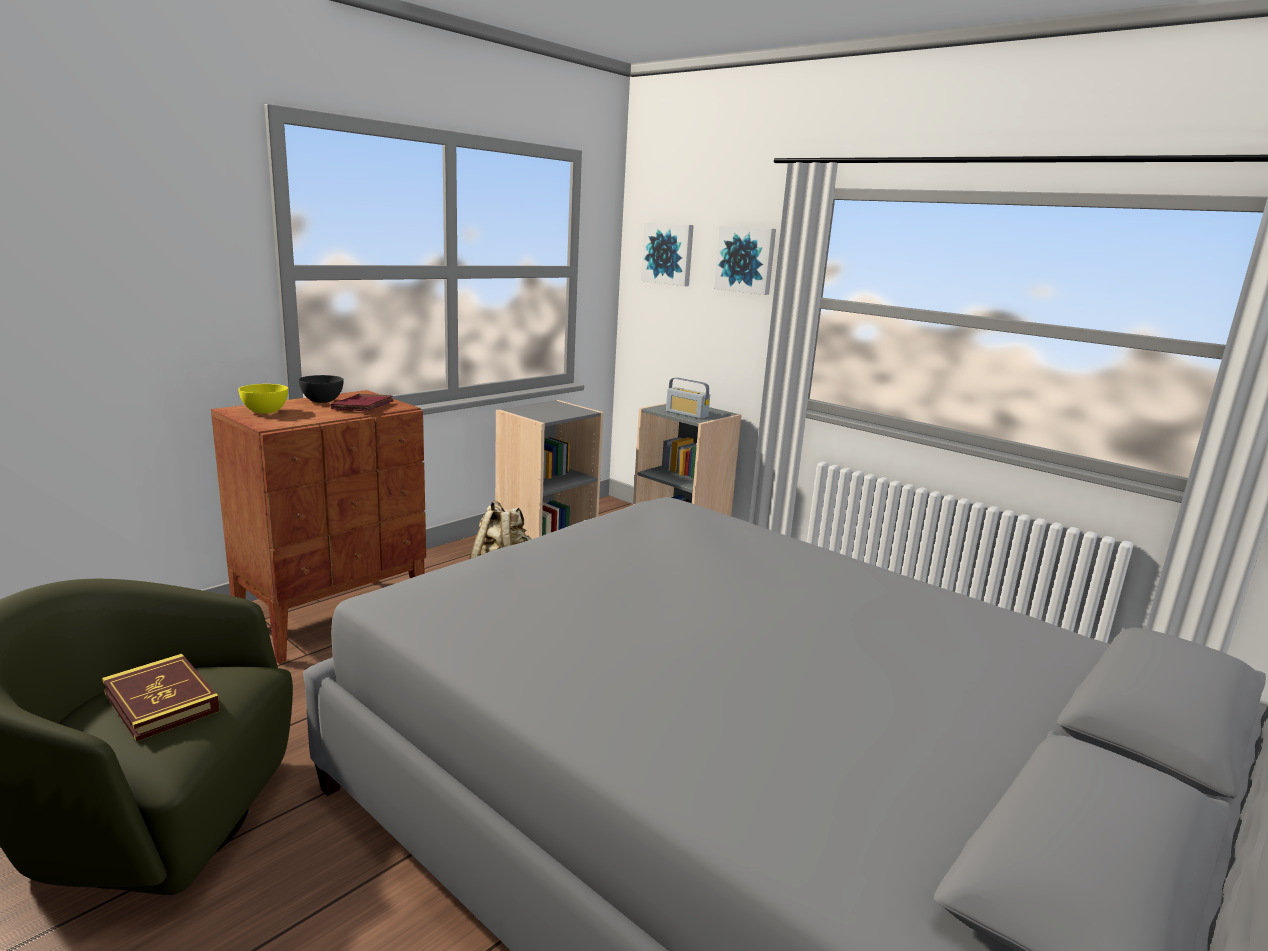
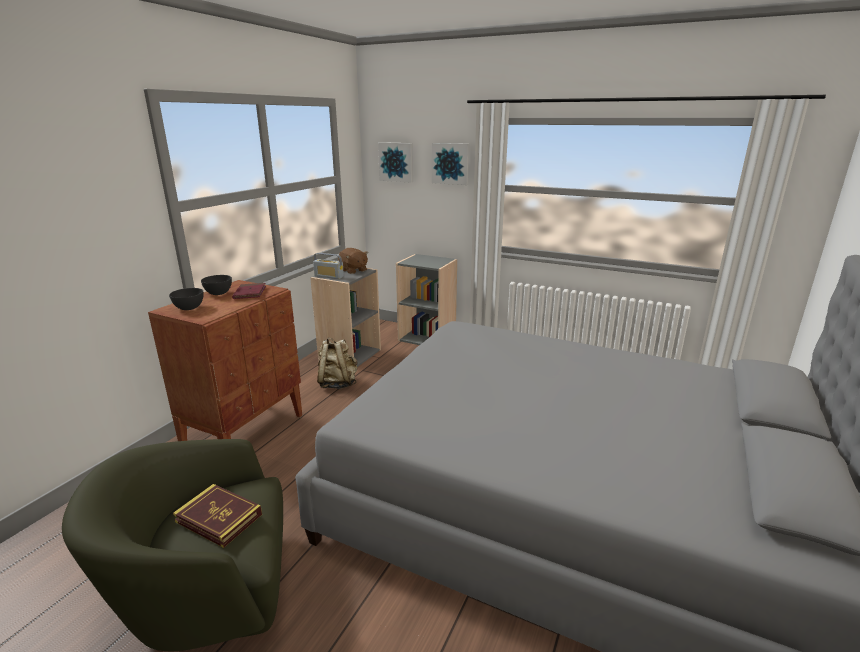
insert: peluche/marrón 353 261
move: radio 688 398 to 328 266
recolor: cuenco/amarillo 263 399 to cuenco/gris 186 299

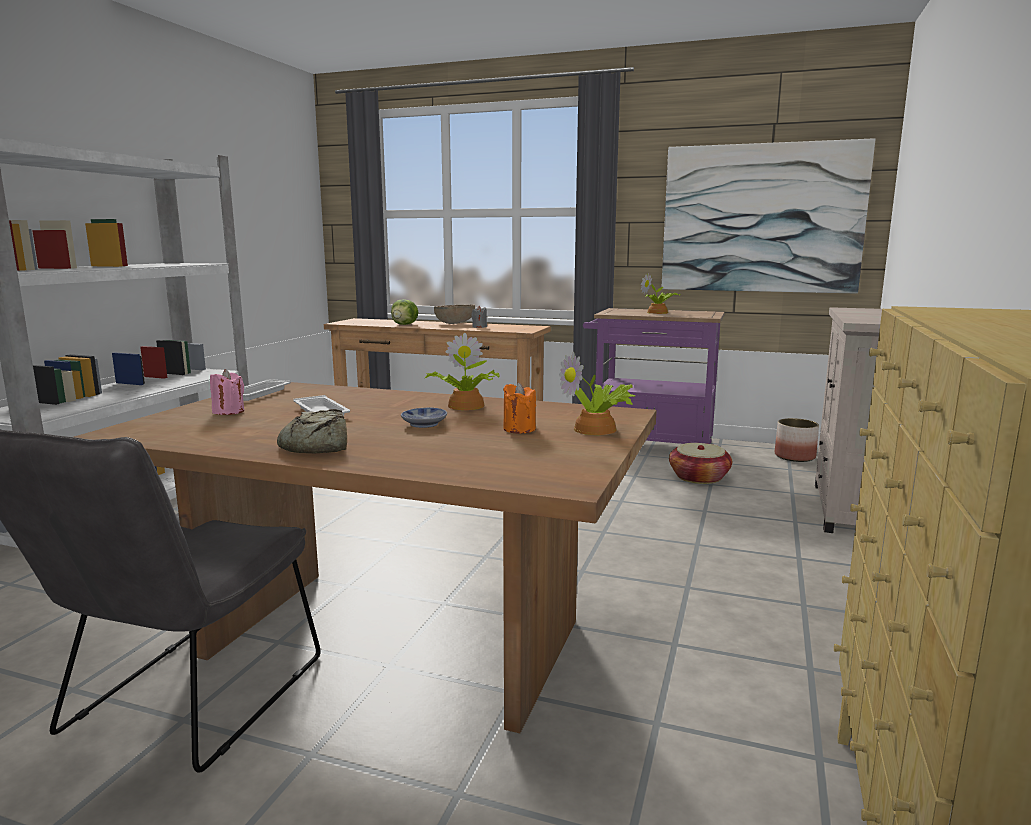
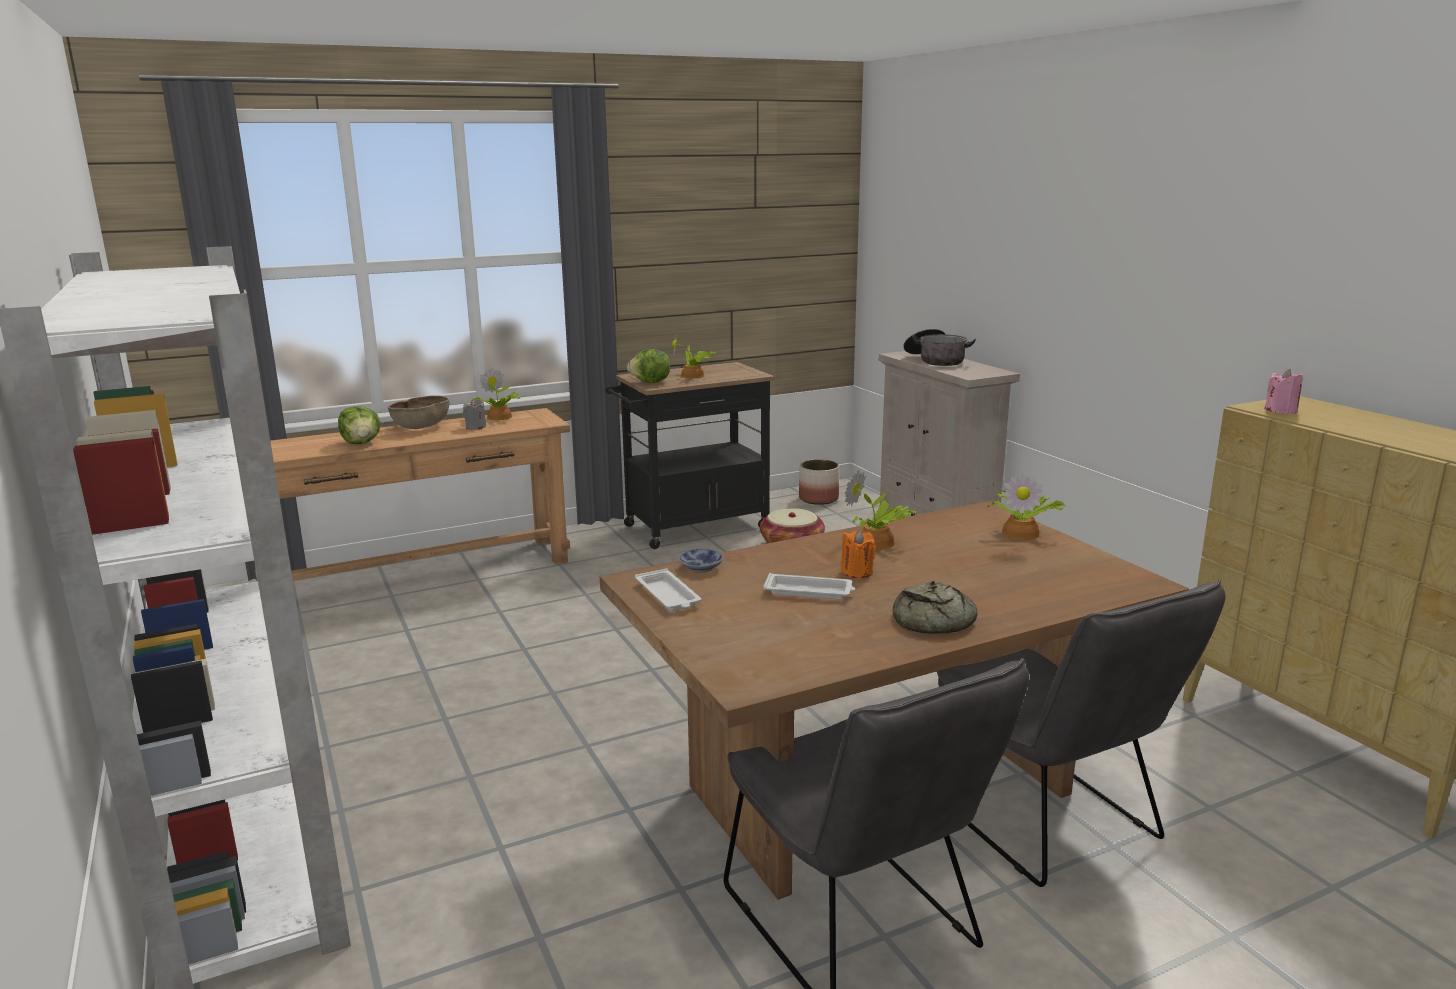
delete: cuadro 768 216
insert: planta en maceta 497 394; lechuga 648 366; olla 939 347; silla/gris 1081 733
move: vela/rosa 227 392 to 1283 391; cuenco 424 418 to 701 560; vela/naranja 519 408 to 858 554
recolor: carrito/morado 654 376 to carrito/negro 689 455

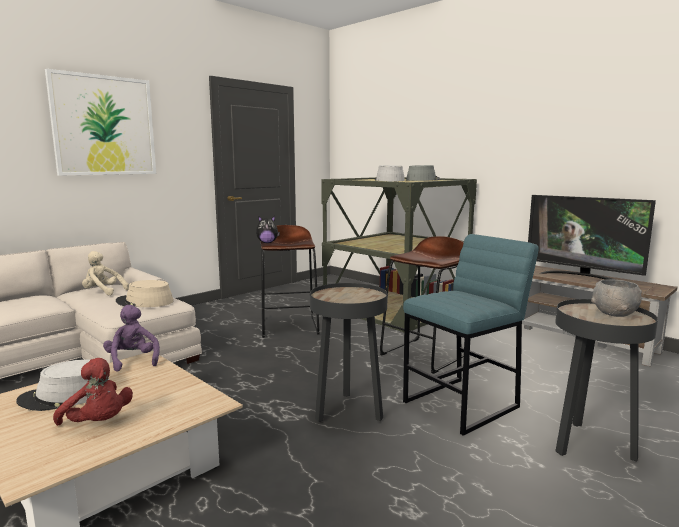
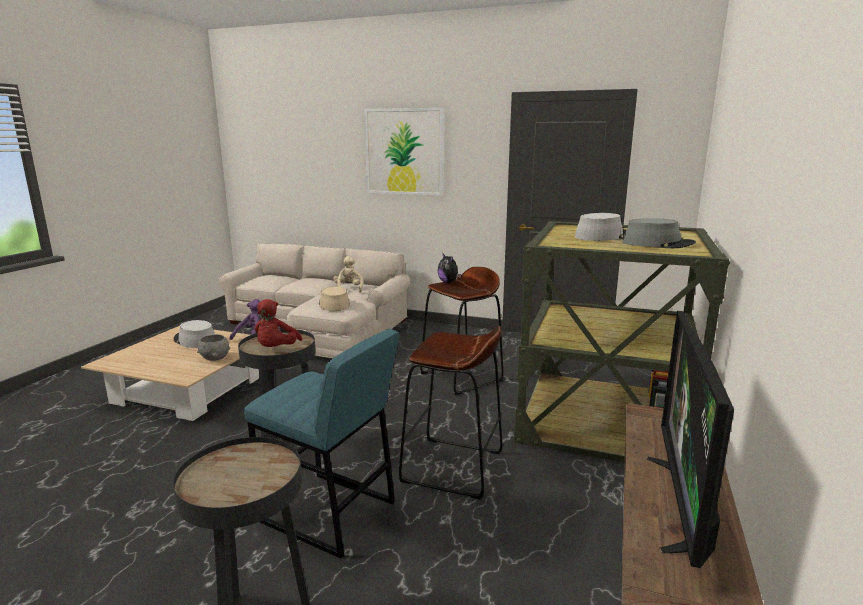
move: peluche/rojo 93 392 to 278 323; cuenco/gris 616 298 to 213 347

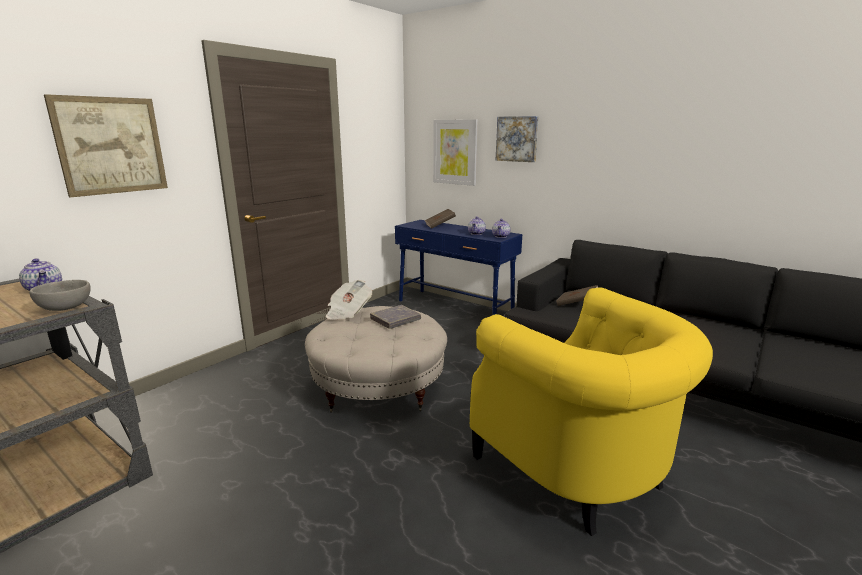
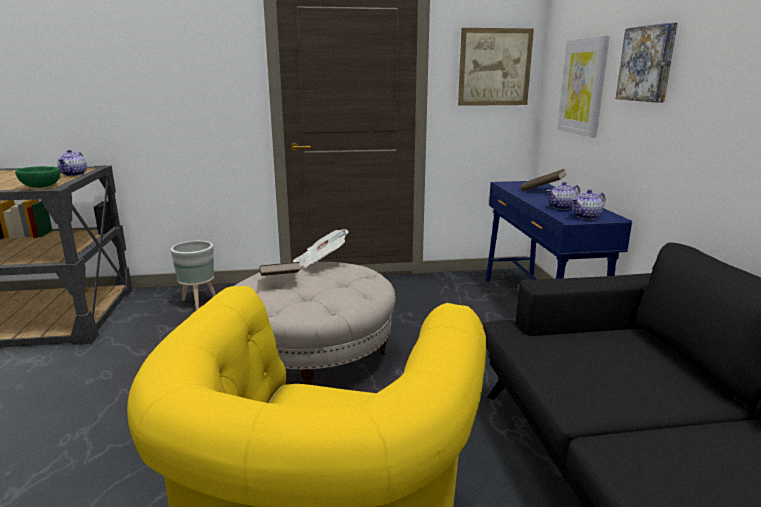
delete: libro/gris 395 317
insert: maceta/gris 193 275
move: cuadro 106 145 to 496 67; libro/marrón 577 295 to 280 269
recolor: cuenco/gris 60 295 to cuenco/verde 38 177

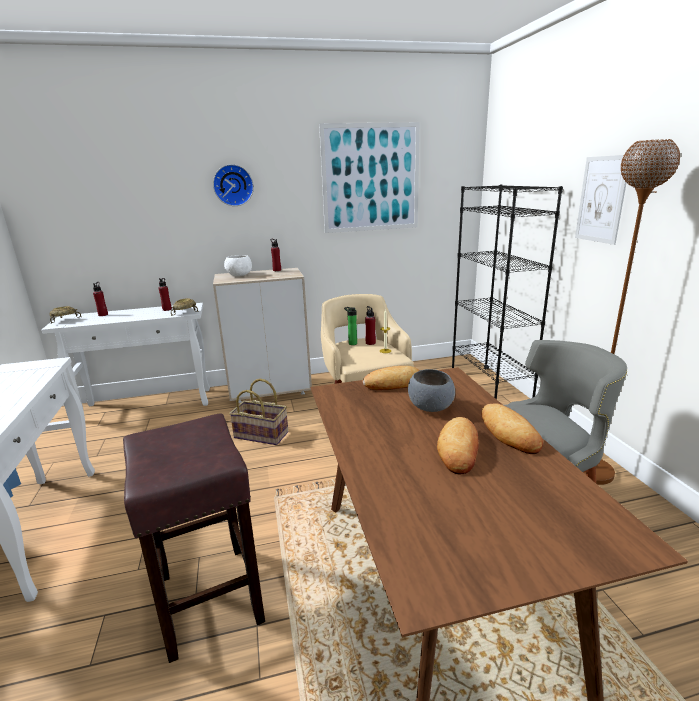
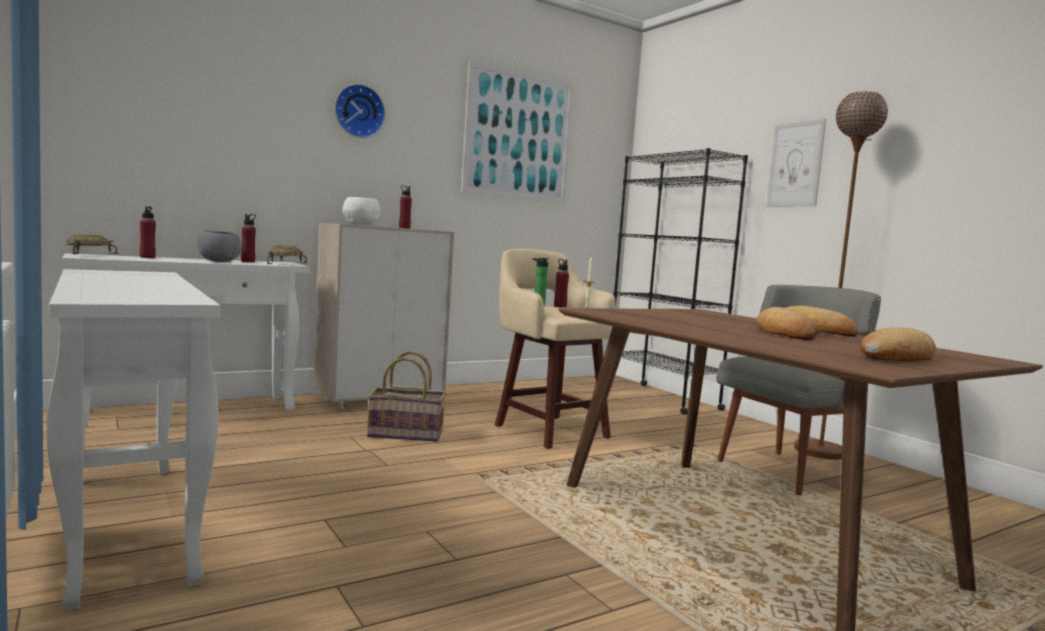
delete: taburete/marrón 194 538
move: pan 391 378 to 898 344; cuenco/gris 431 390 to 219 246

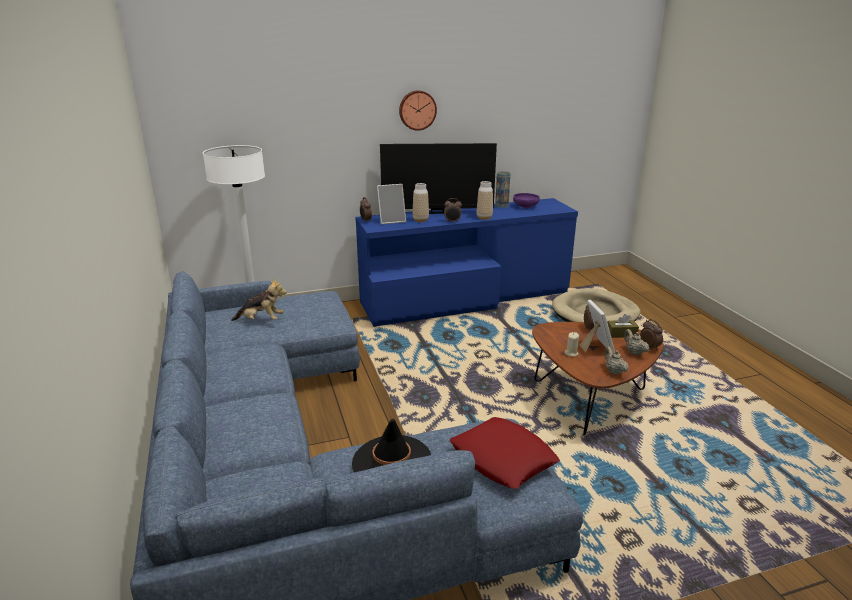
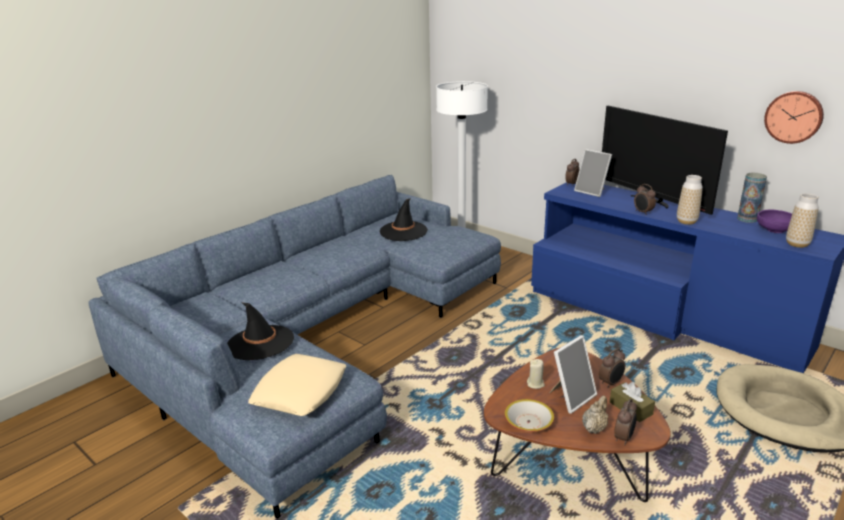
move: reloj de pared 418 111 to 794 117; florero 421 202 to 802 220
replace: peluche 259 299 to sombrero/negro 404 219; tetera/beis 616 360 to cuenco 529 415
recolor: cojín/rojo 505 453 to cojín/beis 297 385

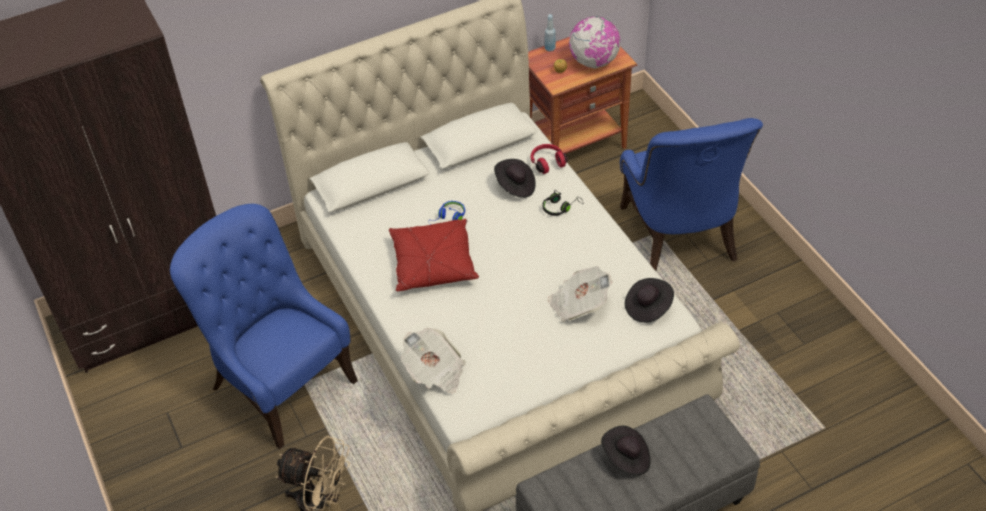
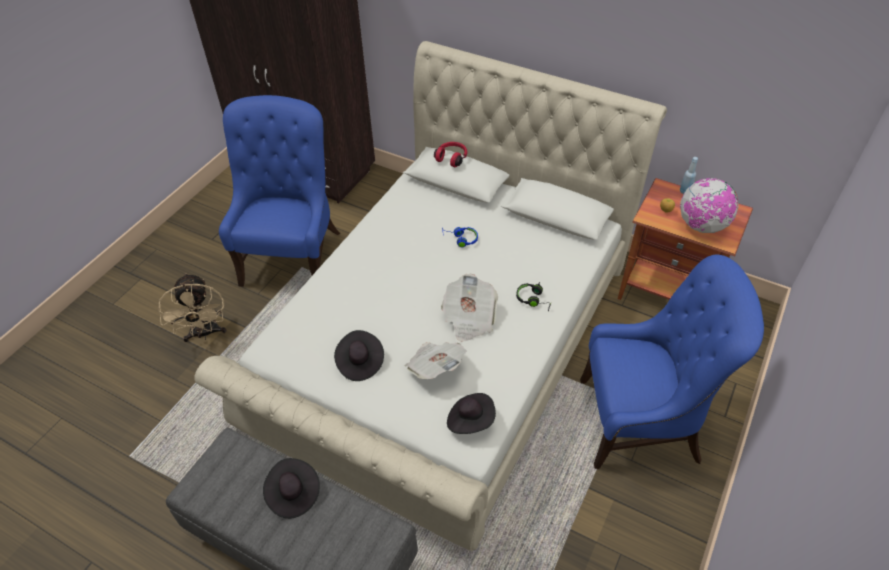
delete: cojín/rojo 434 255
move: periódico 433 360 to 469 308; sombrero/negro 515 178 to 359 355; auriculares/rojo 549 159 to 450 154
rotate: silla/azul 691 194 = 672 362 135 degrees counterclockwise

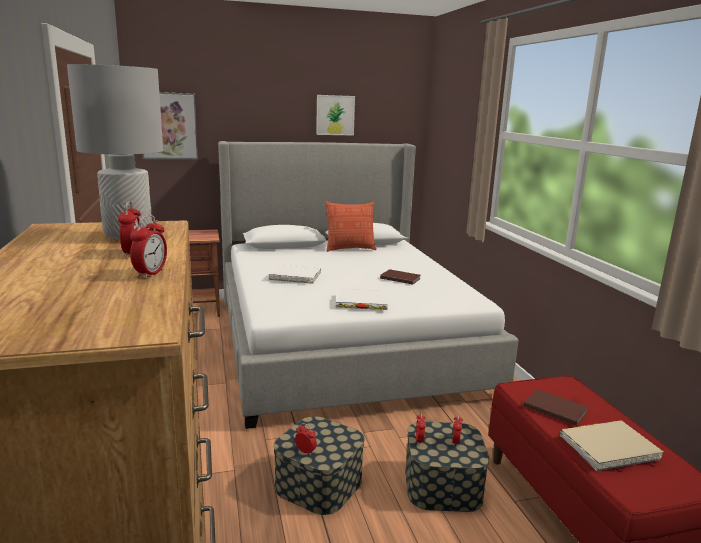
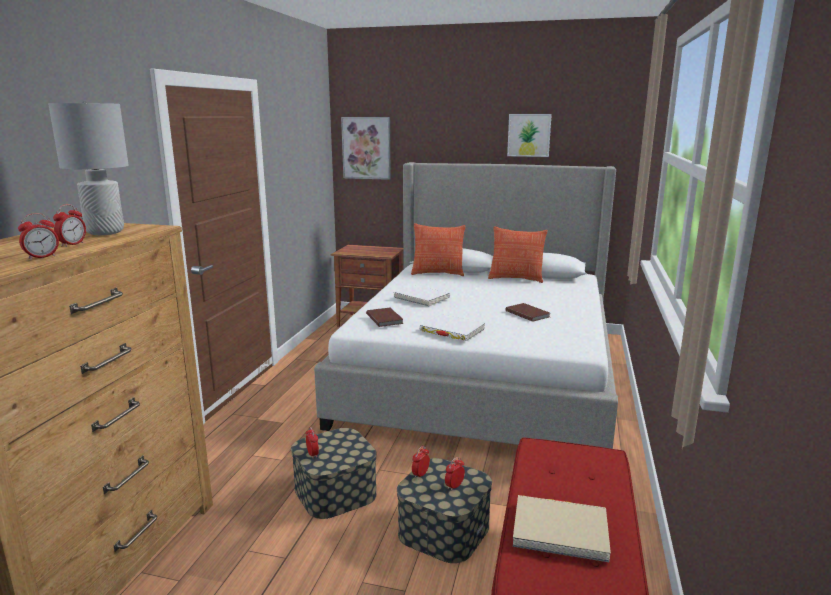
insert: cojín/naranja 438 249
move: libro/marrón 556 407 to 384 317

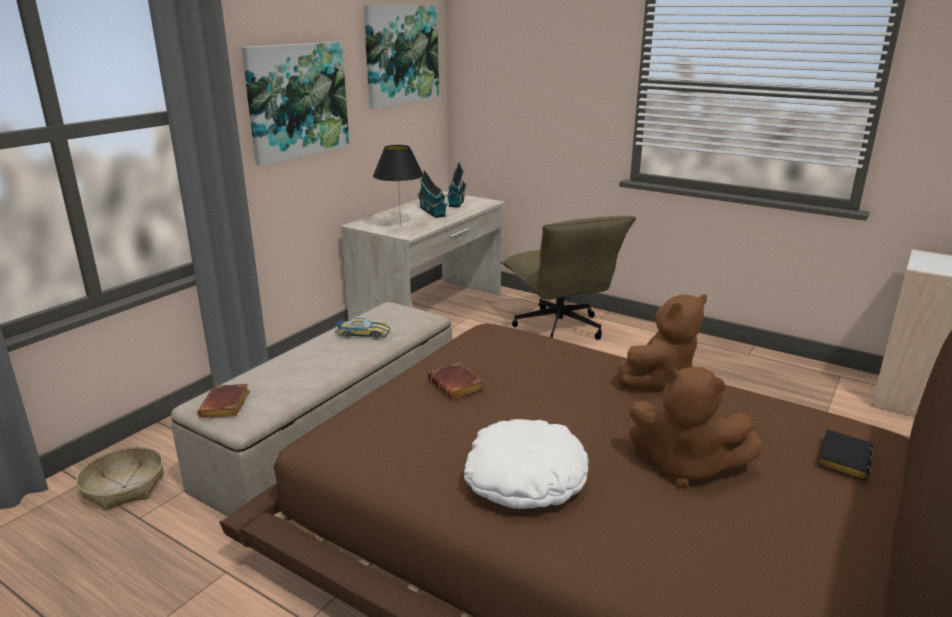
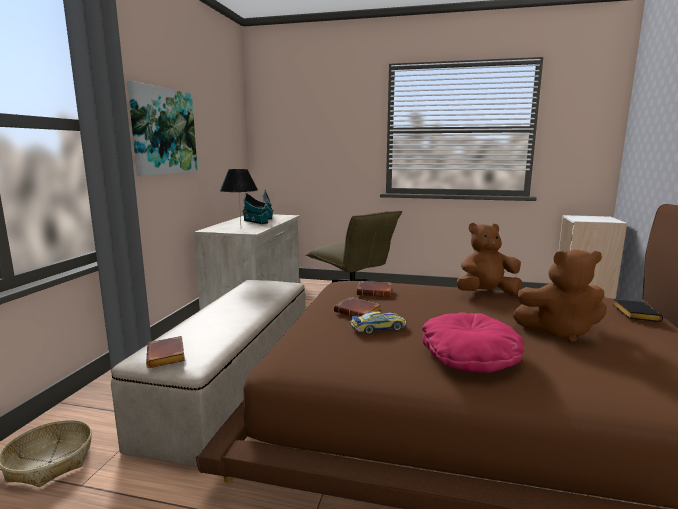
delete: cuadro 401 57
insert: libro/marrón 374 289
move: coche de juguete 362 329 to 378 322
recolor: cojín/blanco 526 464 to cojín/rosa 473 342
rotate: peluche/marrón 662 342 = 489 258 135 degrees counterclockwise

